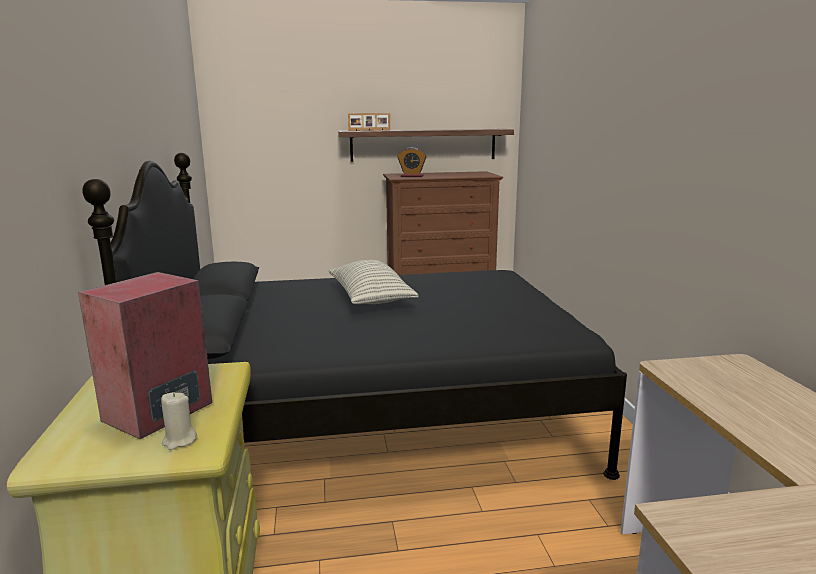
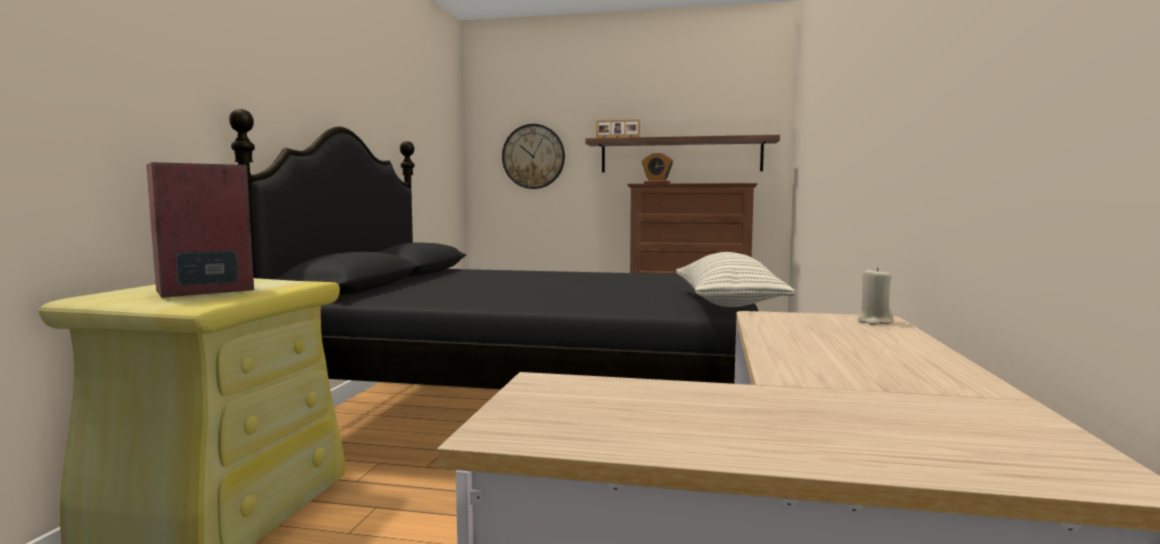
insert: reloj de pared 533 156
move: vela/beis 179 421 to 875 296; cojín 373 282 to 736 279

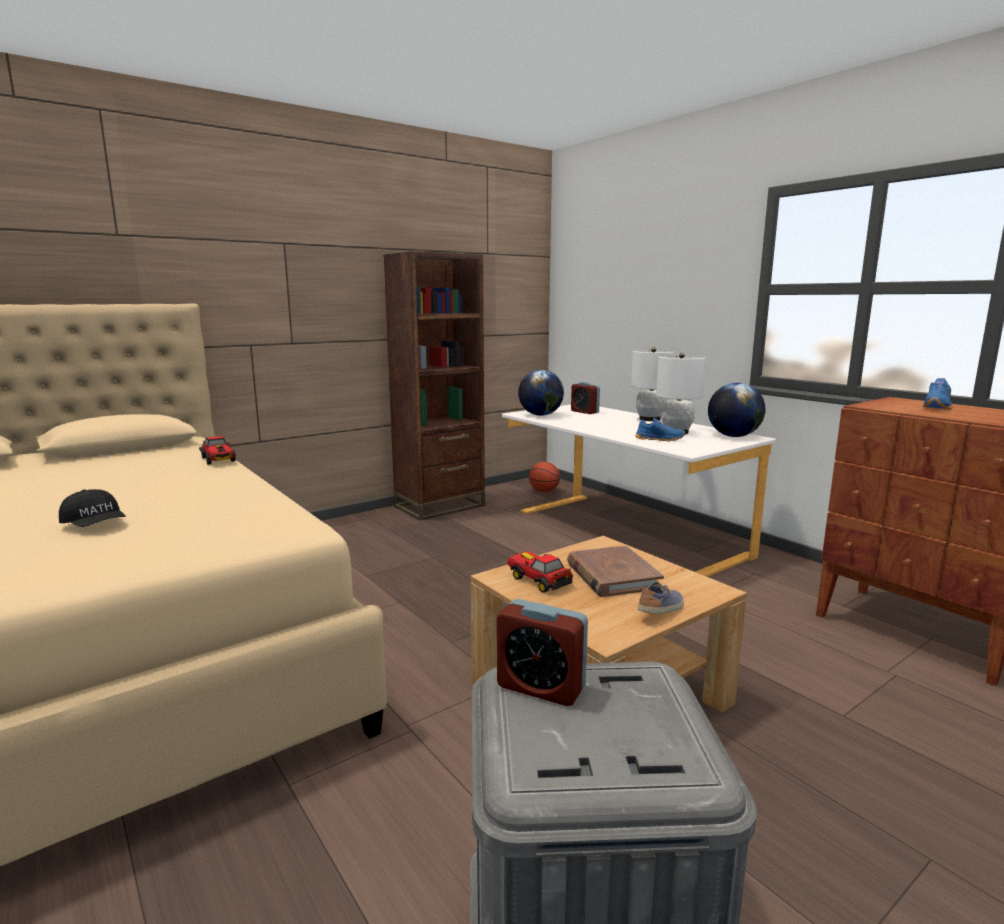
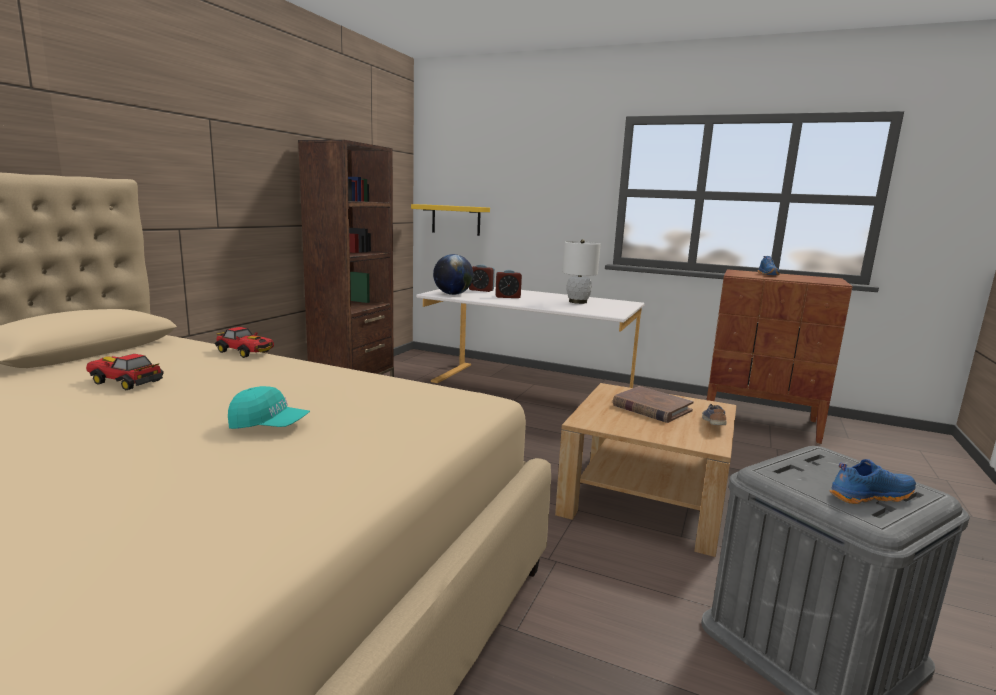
delete: balón de baloncesto 544 477; lámpara de mesa/blanco 653 384; globo terráqueo 736 410
insert: estante/amarillo 450 220
move: despertador 542 652 to 508 284; coche de juguete 540 572 to 125 372; zapato/azul 660 429 to 873 481
recolor: gorra/negro 92 508 to gorra/turquesa 269 407

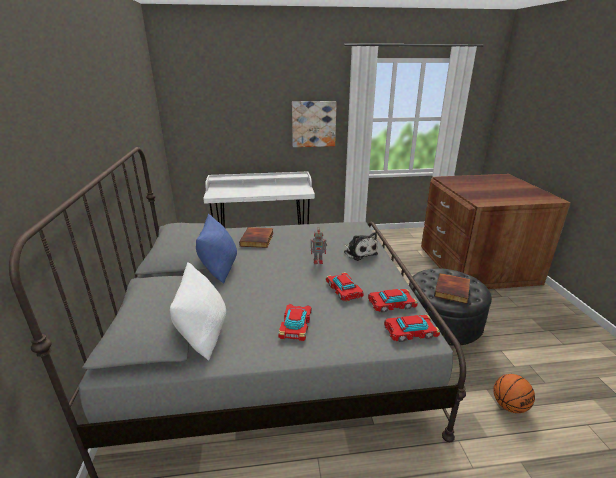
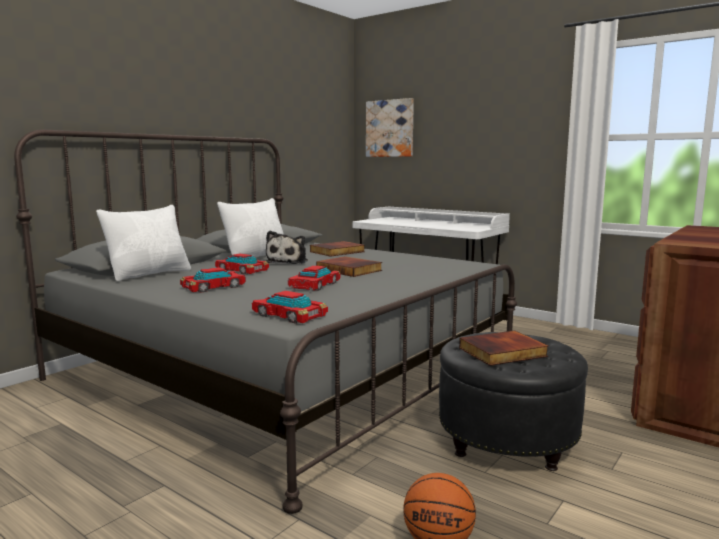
move: cuadro 314 124 to 390 127; peluche 361 247 to 287 247; coche de juguete 393 300 to 242 264
replace: robot de juguete 319 246 to libro 349 266
recolor: cojín/azul 216 249 to cojín/blanco 250 227

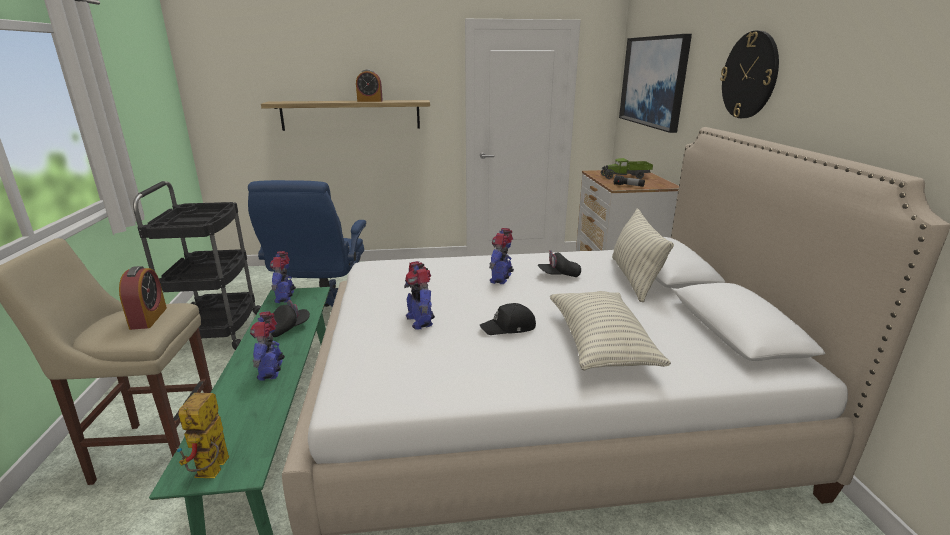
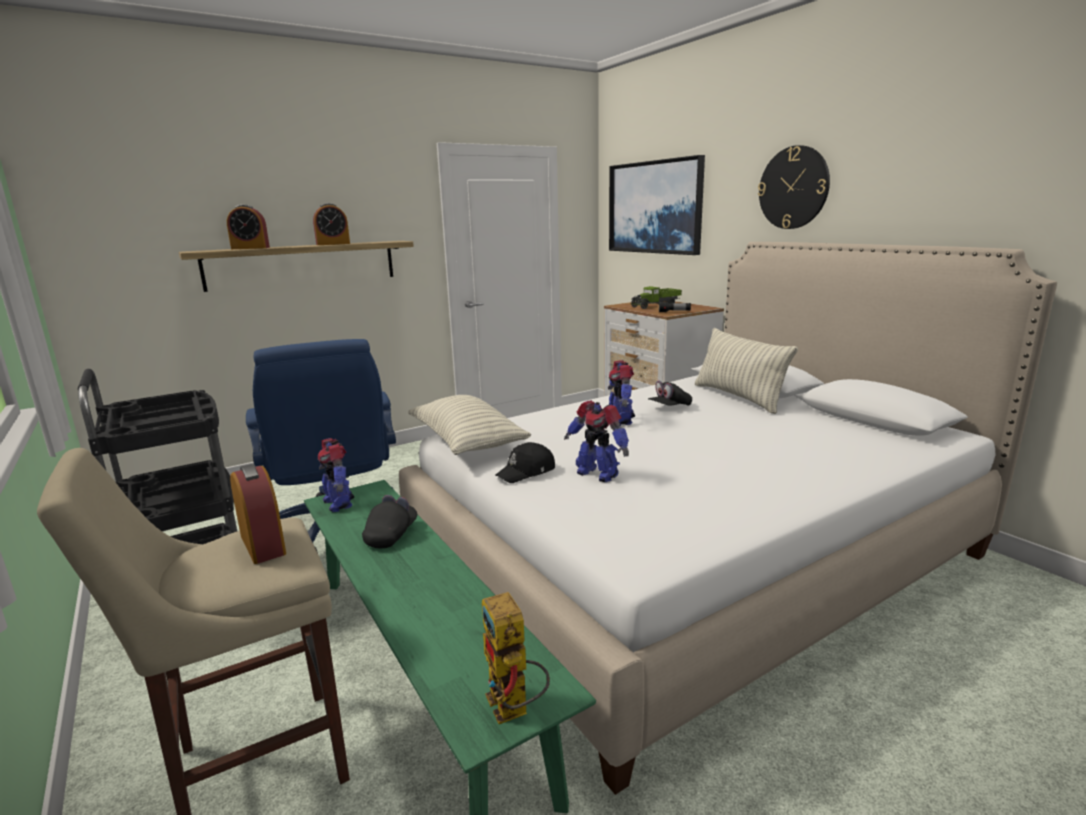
delete: robot de juguete 267 346
insert: despertador 248 227
move: gorra/negro 508 319 to 525 462; cojín 610 331 to 469 425

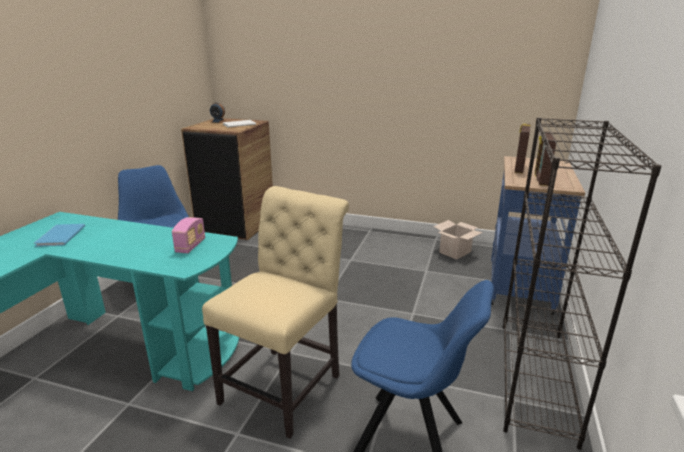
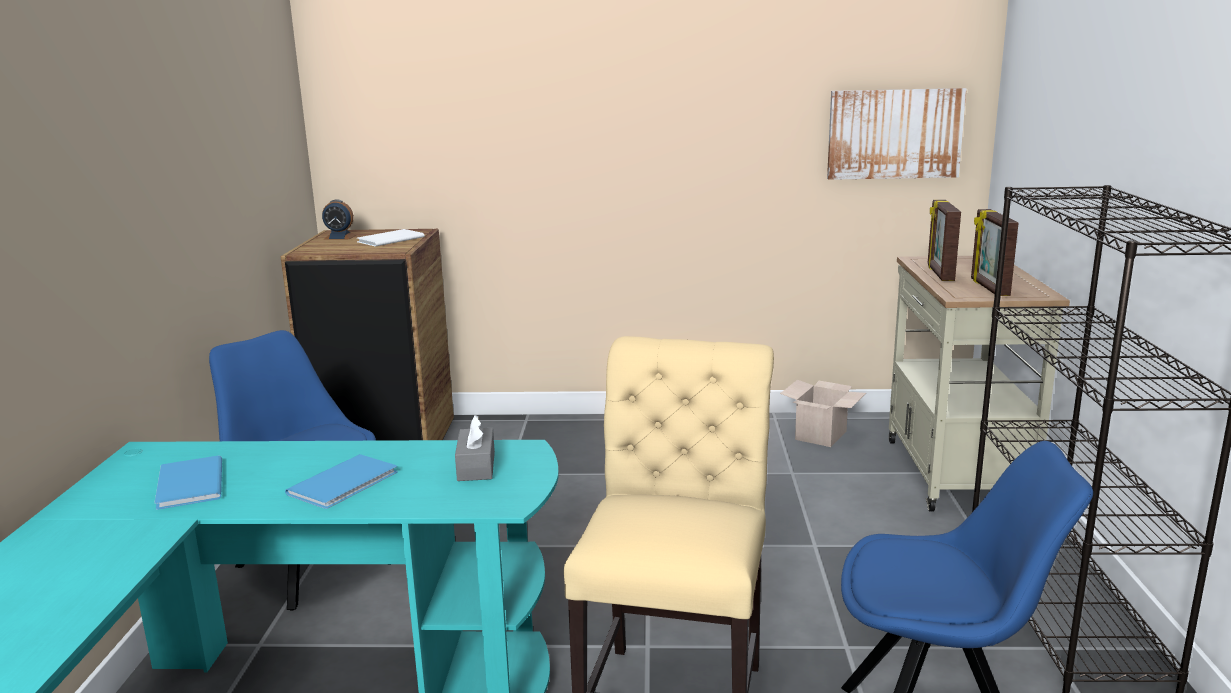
insert: libro/azul 341 481; cuadro 897 134
replace: radio 188 235 to caja de pañuelos/gris 475 448
recolor: carrito/azul 538 235 to carrito/beis 979 383

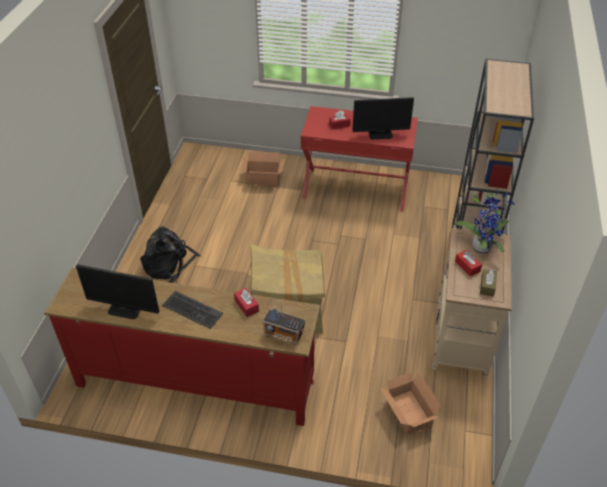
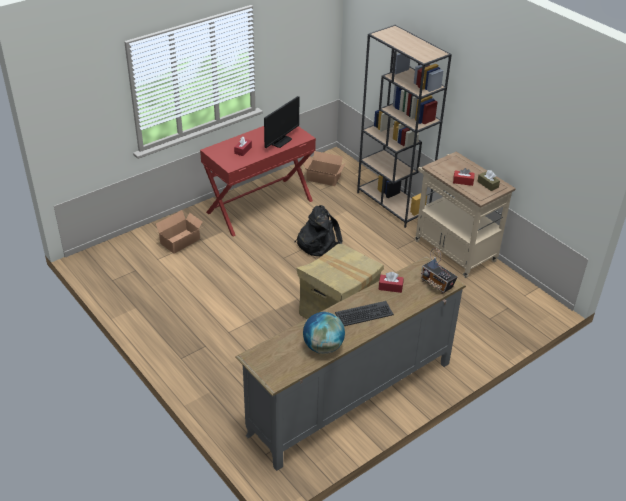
delete: planta en maceta 485 221
move: mochila/negro 170 255 to 318 231; caja de cartón 410 403 to 324 168
replace: monitor 117 291 to globo terráqueo 324 333
recolor: armario/rojo 182 347 to armario/gris 350 363
rotate: radio 284 321 = 439 271 75 degrees clockwise

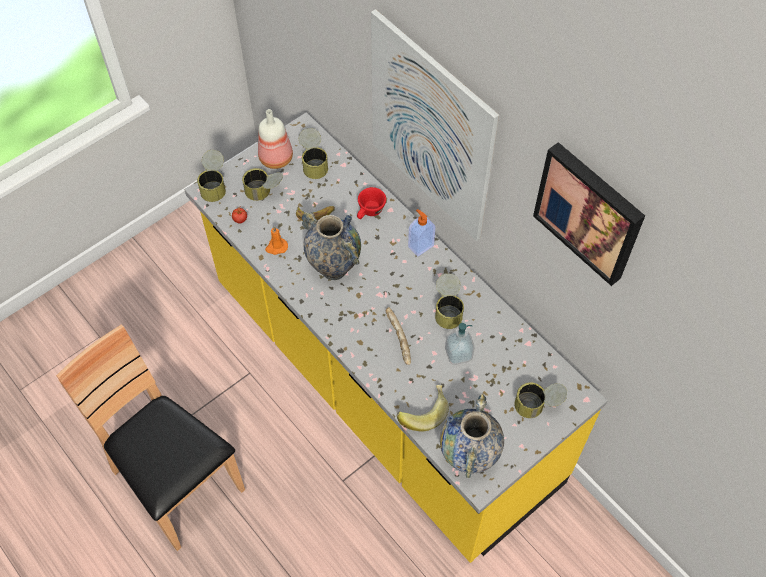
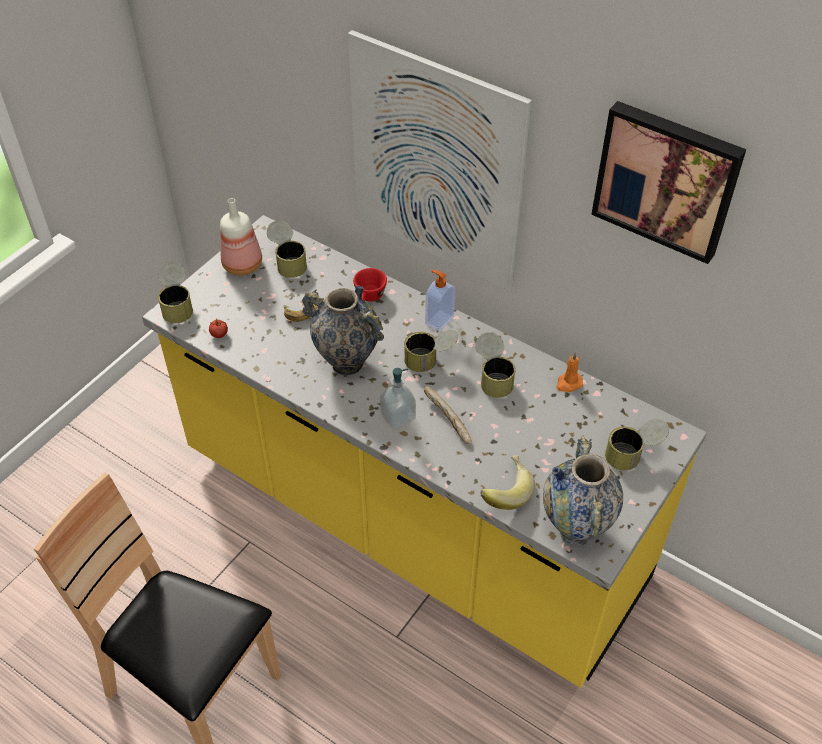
move: lata 262 184 to 431 351; vela/naranja 276 240 to 569 372; dispensador de jabón 460 344 to 398 398

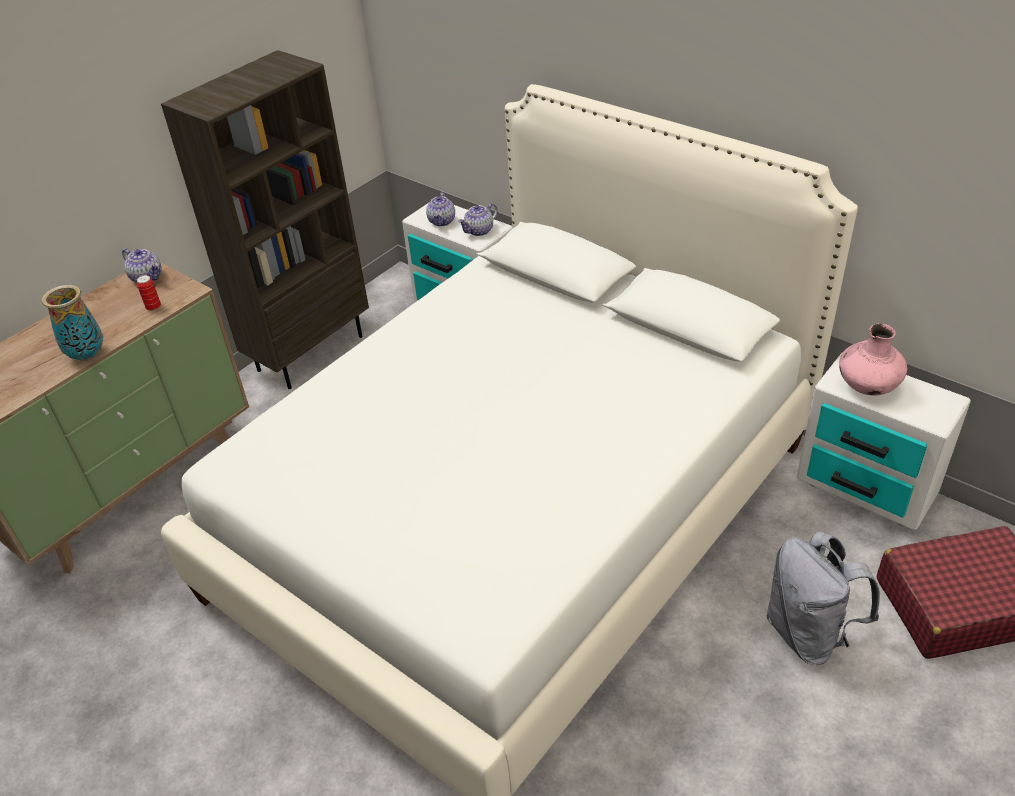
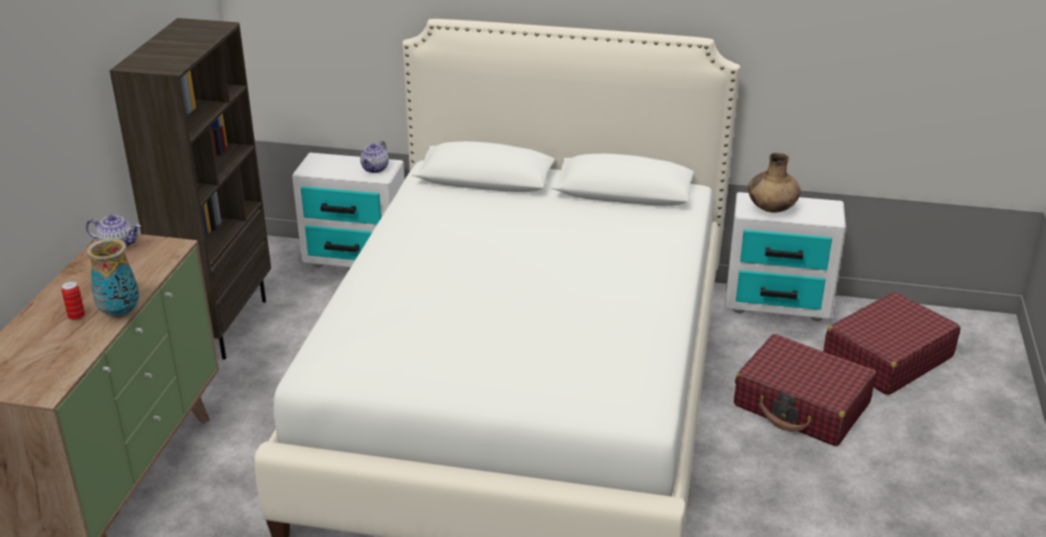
delete: tetera 440 209
move: lata 149 293 to 73 301
replace: mochila/gris 823 598 to maleta/rojo 805 390
recolor: florero/rosa 873 359 to florero/marrón 774 183

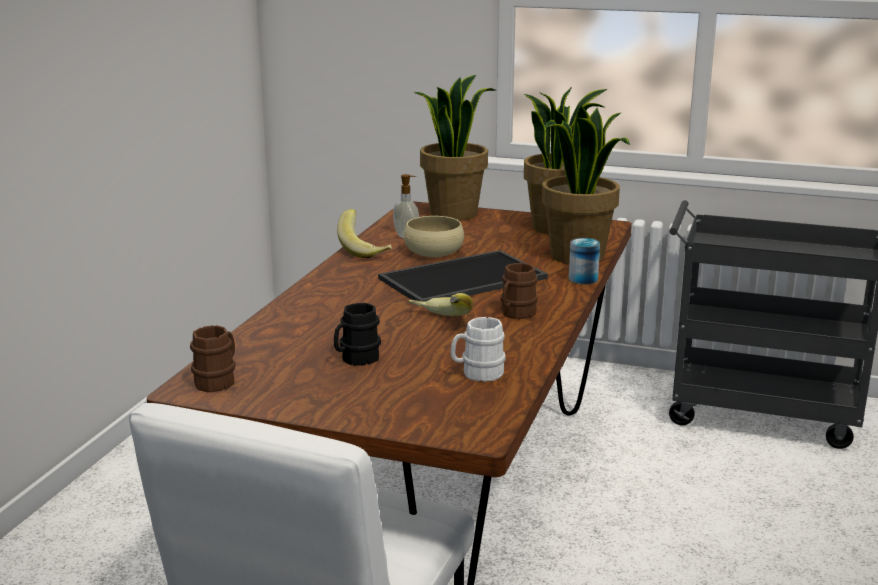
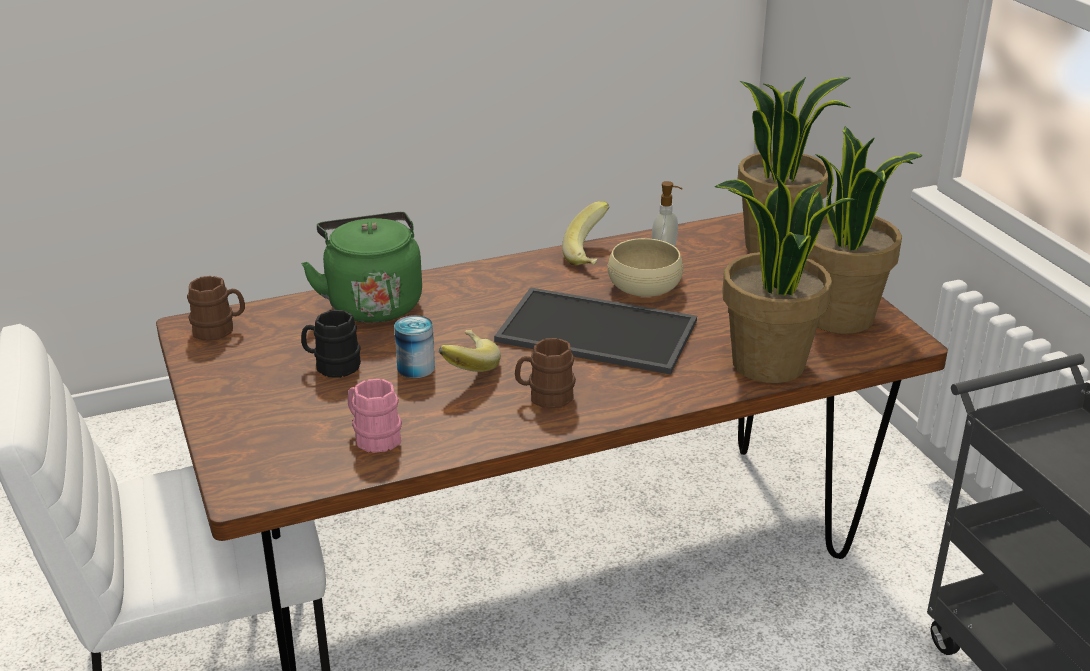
insert: hervidor/verde 361 267
move: lata 584 261 to 414 346
recolor: taza grande/blanco 478 349 to taza grande/rosa 375 416

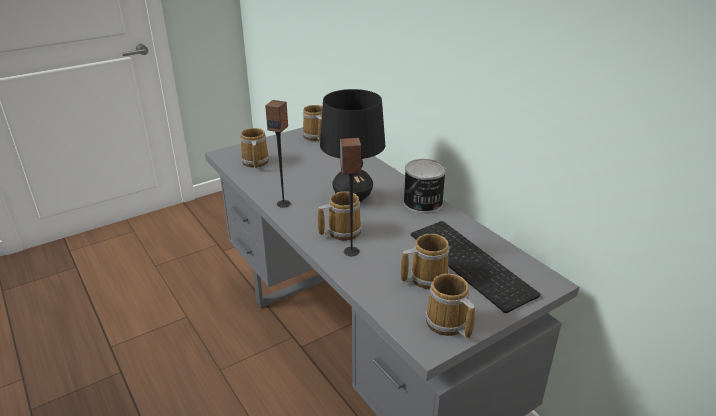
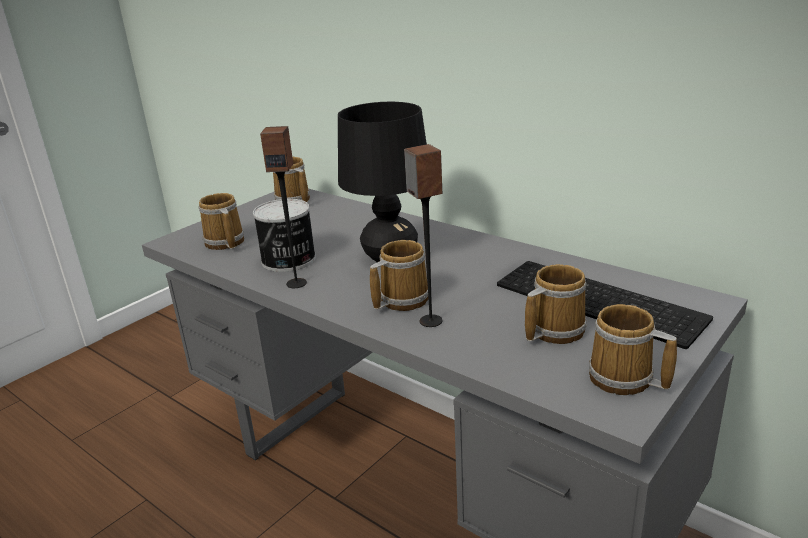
move: lata 424 186 to 284 235

